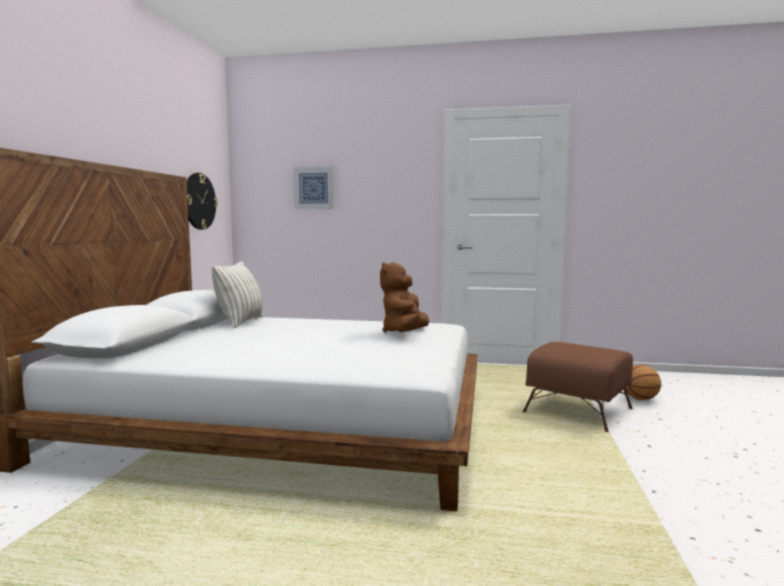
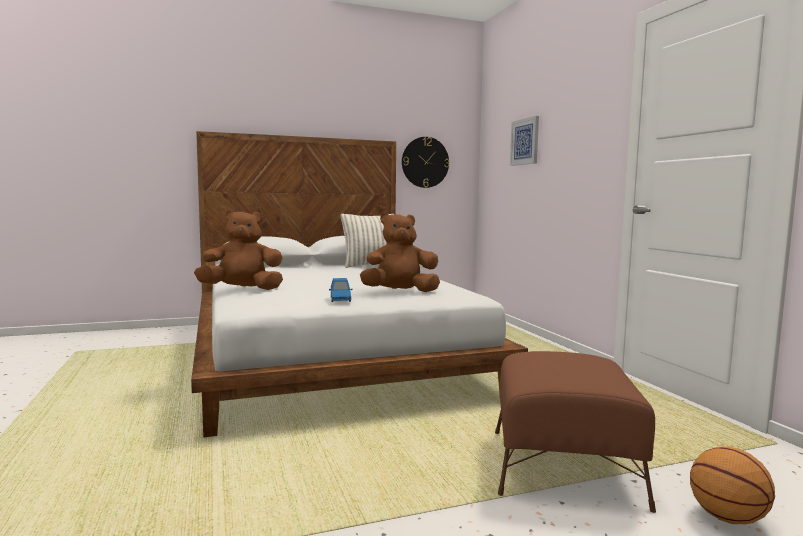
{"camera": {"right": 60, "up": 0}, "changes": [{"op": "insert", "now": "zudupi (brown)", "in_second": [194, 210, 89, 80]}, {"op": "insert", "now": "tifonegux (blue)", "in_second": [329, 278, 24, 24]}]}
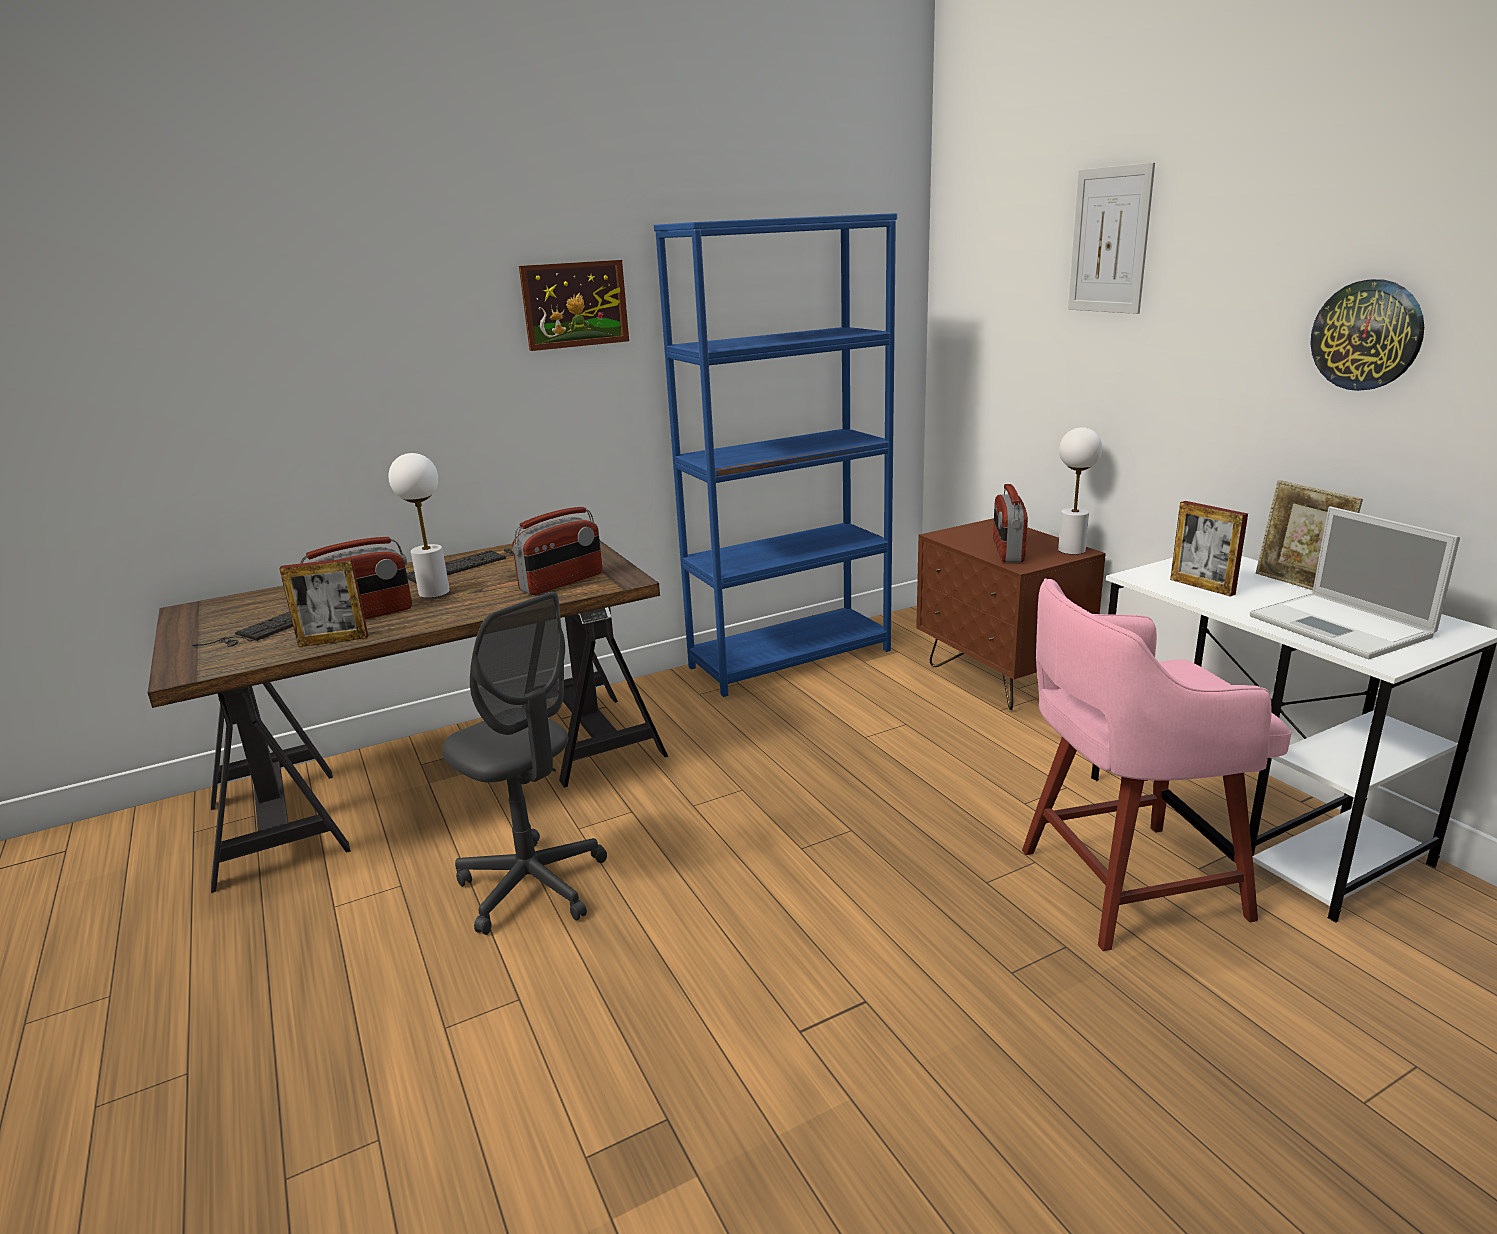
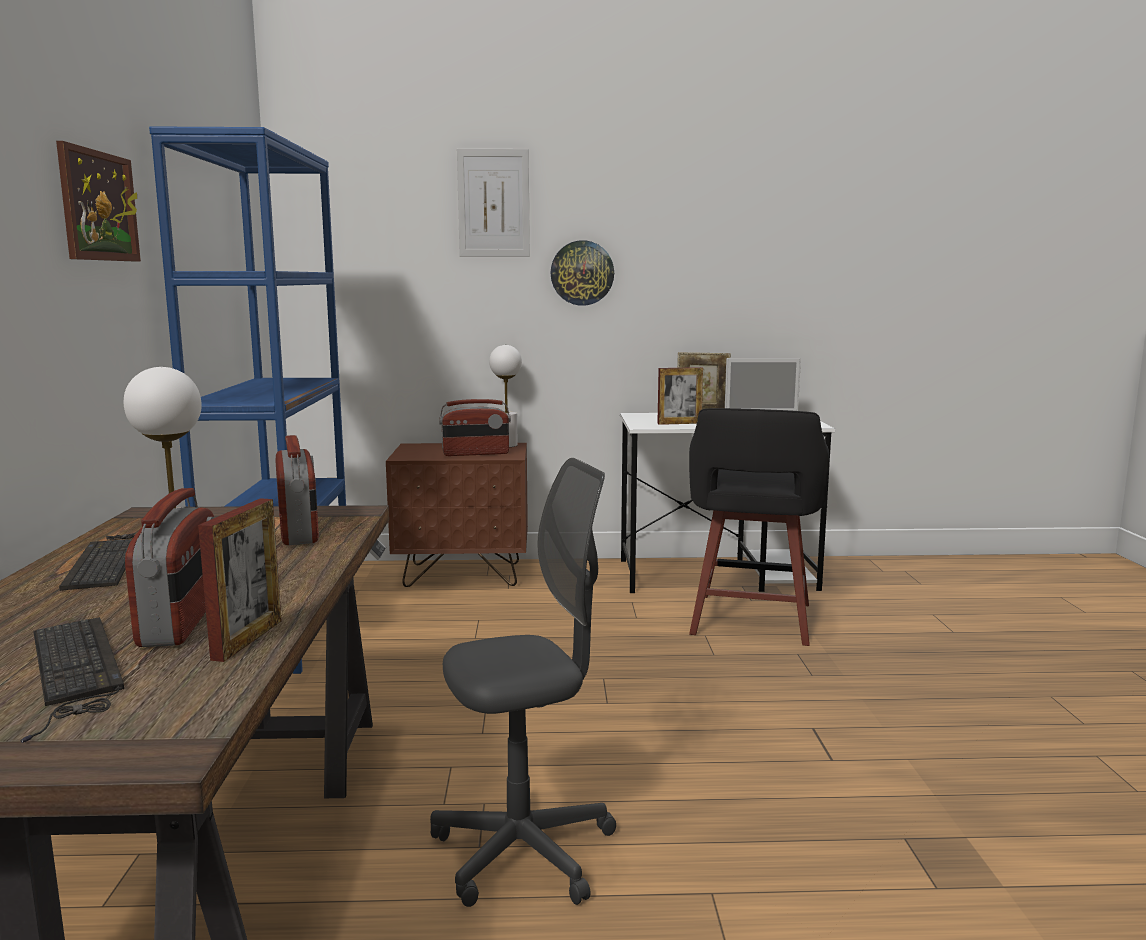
{"camera": {"right": -65, "up": -10}, "changes": [{"op": "rotate", "was": "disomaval", "in_first": [993, 484, 35, 79], "in_second": [439, 399, 72, 57], "clockwise": -45}, {"op": "move", "was": "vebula", "in_first": [1310, 279, 114, 112], "in_second": [551, 240, 63, 66]}, {"op": "recolor", "was": "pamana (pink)", "now": "pamana (black)", "in_first": [1022, 578, 270, 373], "in_second": [689, 408, 141, 238]}]}
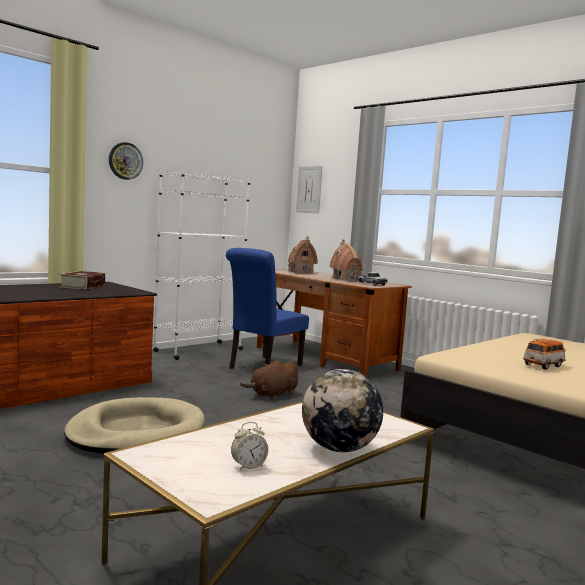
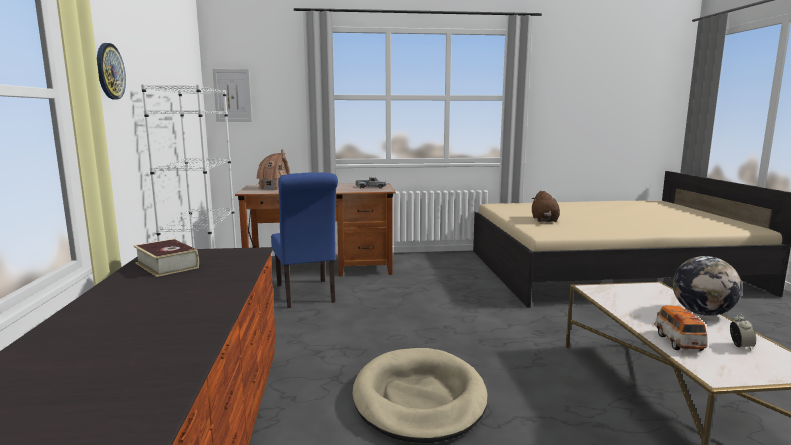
{"camera": {"right": -50, "up": 5}, "changes": [{"op": "move", "was": "zudupi (brown)", "in_first": [240, 360, 58, 40], "in_second": [532, 191, 28, 31]}, {"op": "move", "was": "tifonegux", "in_first": [523, 339, 43, 31], "in_second": [654, 306, 54, 45]}, {"op": "delete", "was": "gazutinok", "in_first": [329, 239, 34, 42]}]}
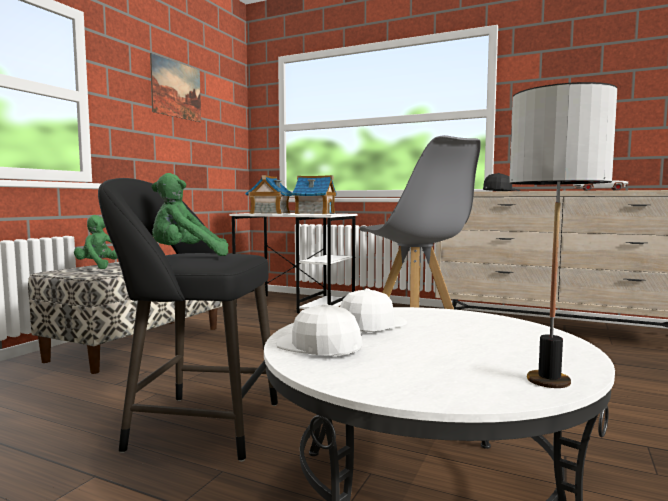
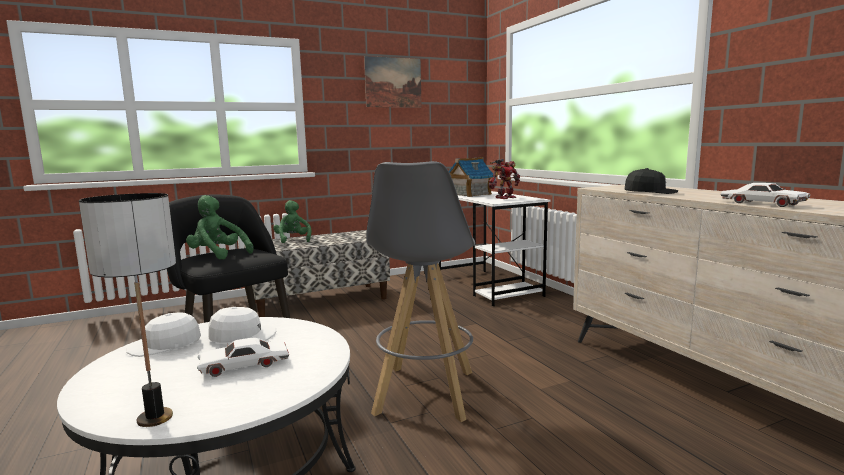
{"camera": {"right": 40, "up": 5}, "changes": [{"op": "rotate", "was": "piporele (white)", "in_first": [276, 304, 87, 52], "in_second": [126, 313, 75, 44], "clockwise": -105}, {"op": "insert", "now": "tifonegux (white)", "in_second": [197, 338, 92, 39]}, {"op": "replace", "was": "gazutinok", "now": "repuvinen", "in_first": [292, 175, 45, 39], "in_second": [489, 159, 31, 40]}]}
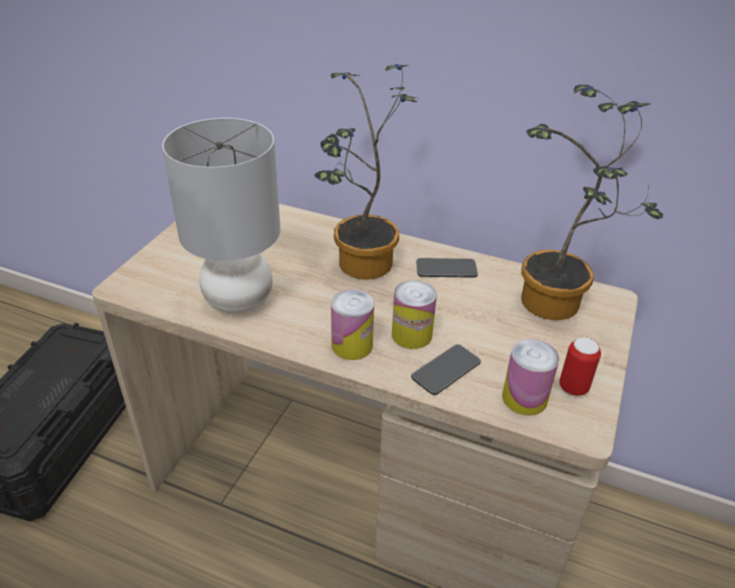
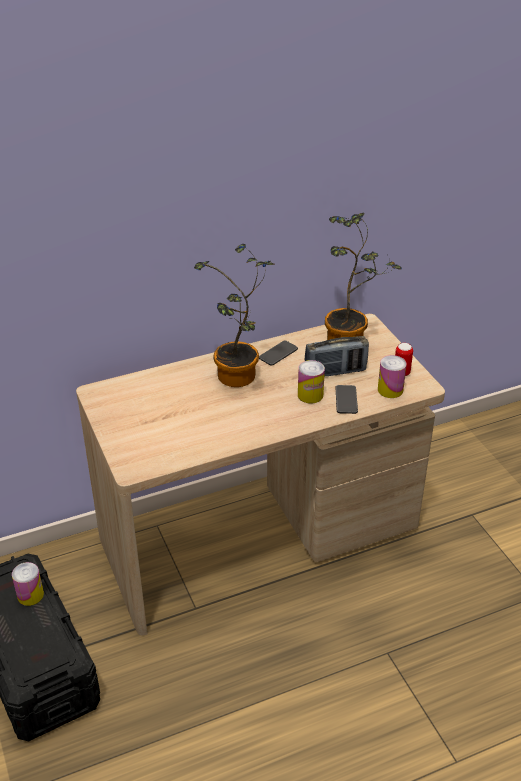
{"camera": {"right": -45, "up": 0}, "changes": [{"op": "move", "was": "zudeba", "in_first": [331, 289, 43, 71], "in_second": [12, 562, 32, 44]}, {"op": "insert", "now": "disomaval", "in_second": [305, 336, 64, 40]}, {"op": "delete", "was": "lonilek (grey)", "in_first": [162, 118, 118, 195]}]}
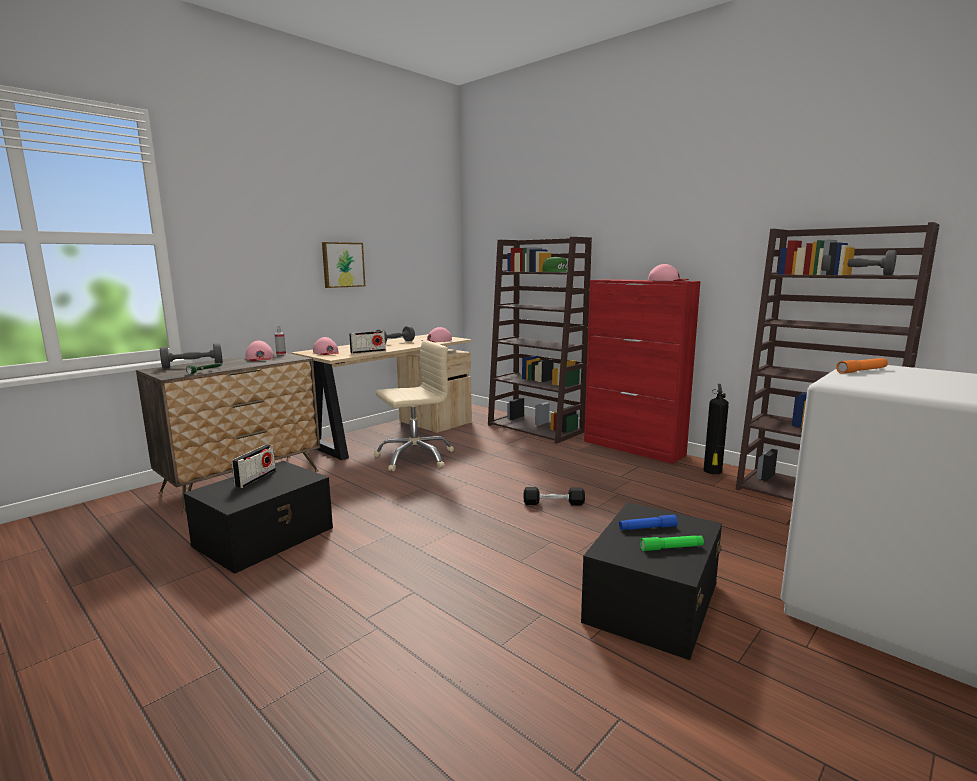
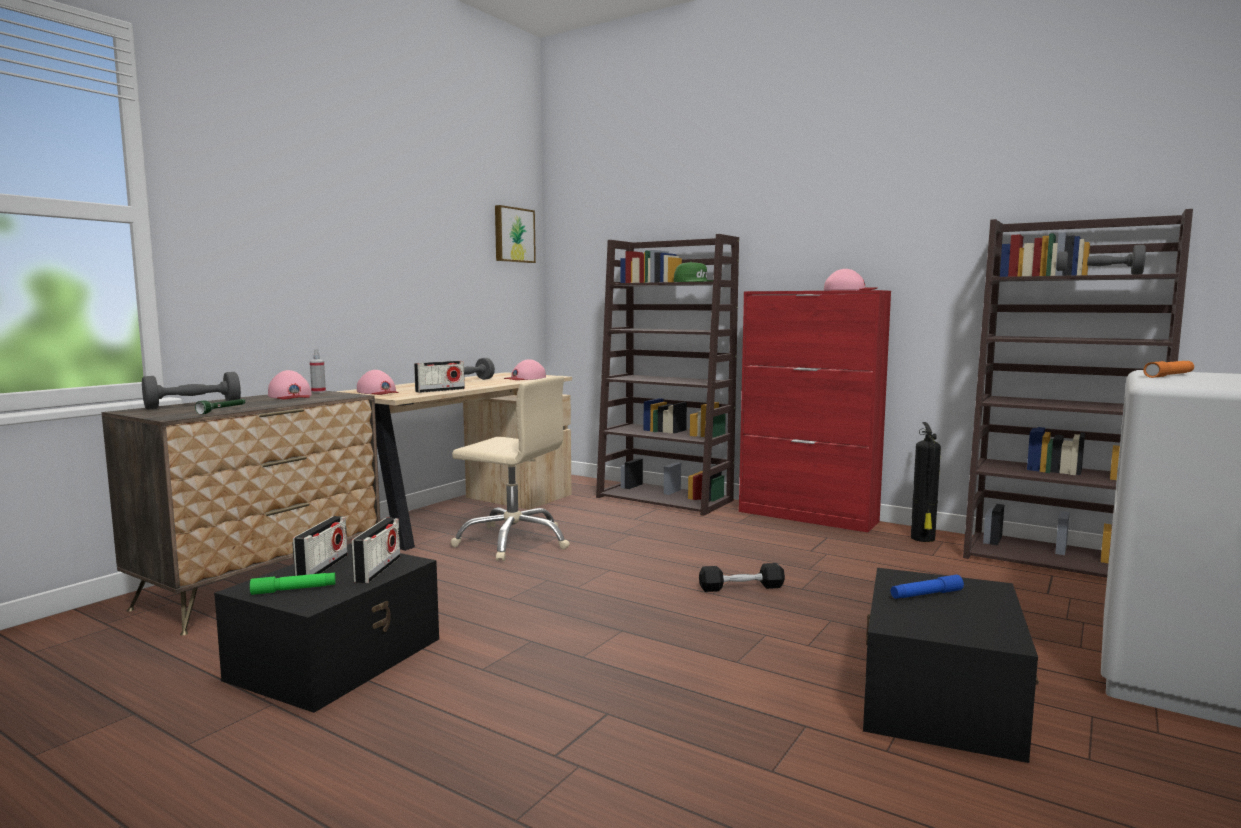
{"camera": {"right": -10, "up": -5}, "changes": [{"op": "move", "was": "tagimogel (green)", "in_first": [640, 536, 64, 15], "in_second": [250, 573, 86, 22]}, {"op": "insert", "now": "disomaval", "in_second": [351, 518, 49, 66]}, {"op": "rotate", "was": "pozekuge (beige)", "in_first": [374, 340, 80, 131], "in_second": [451, 376, 119, 185], "clockwise": 60}, {"op": "move", "was": "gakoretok", "in_first": [322, 242, 43, 46], "in_second": [495, 205, 41, 58]}]}
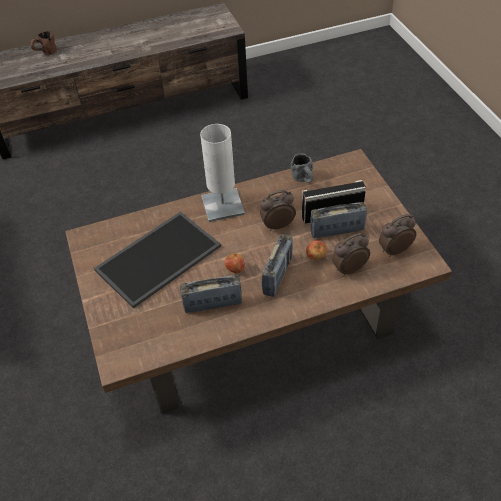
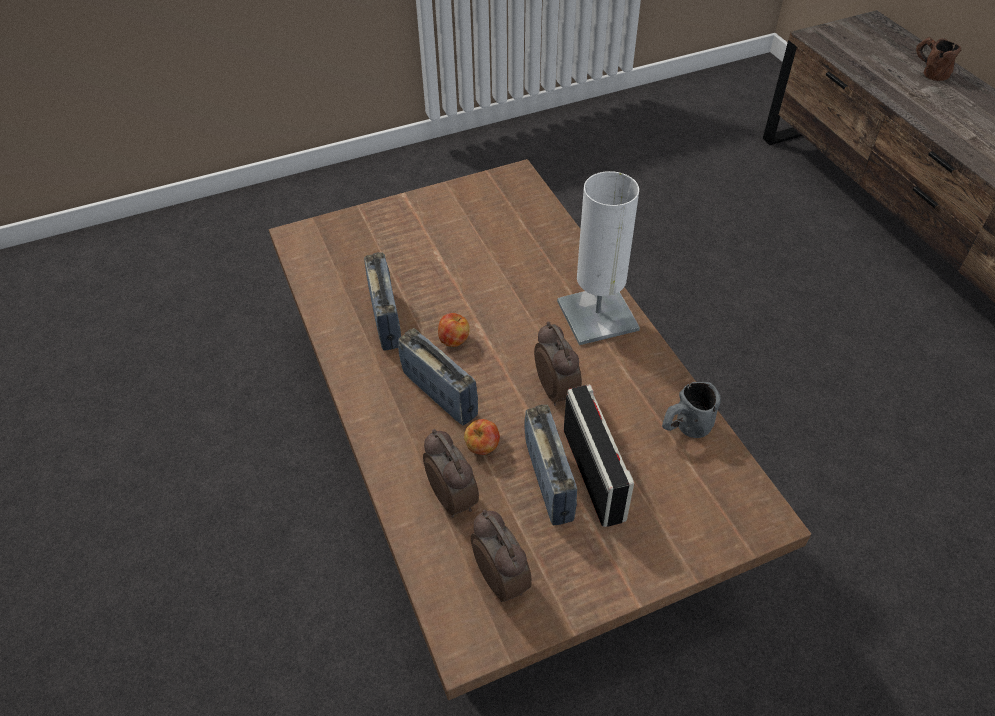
{"camera": {"right": 85, "up": 0}, "changes": [{"op": "rotate", "was": "disomaval", "in_first": [262, 234, 31, 63], "in_second": [398, 328, 80, 97], "clockwise": -150}, {"op": "delete", "was": "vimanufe", "in_first": [94, 212, 127, 97]}]}
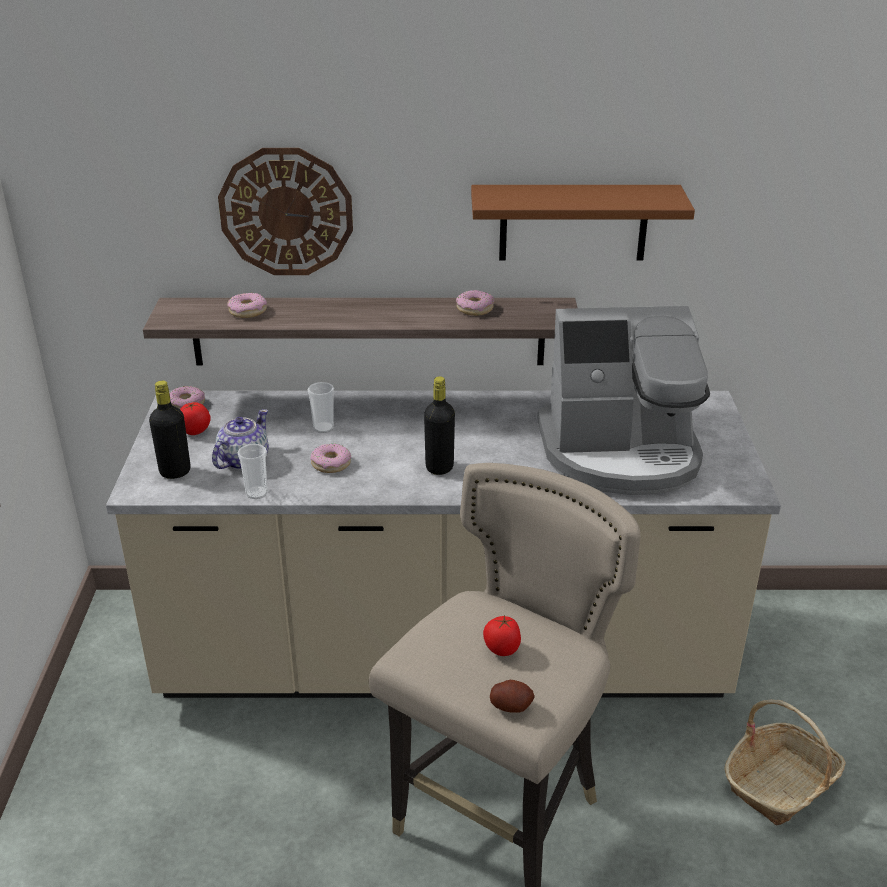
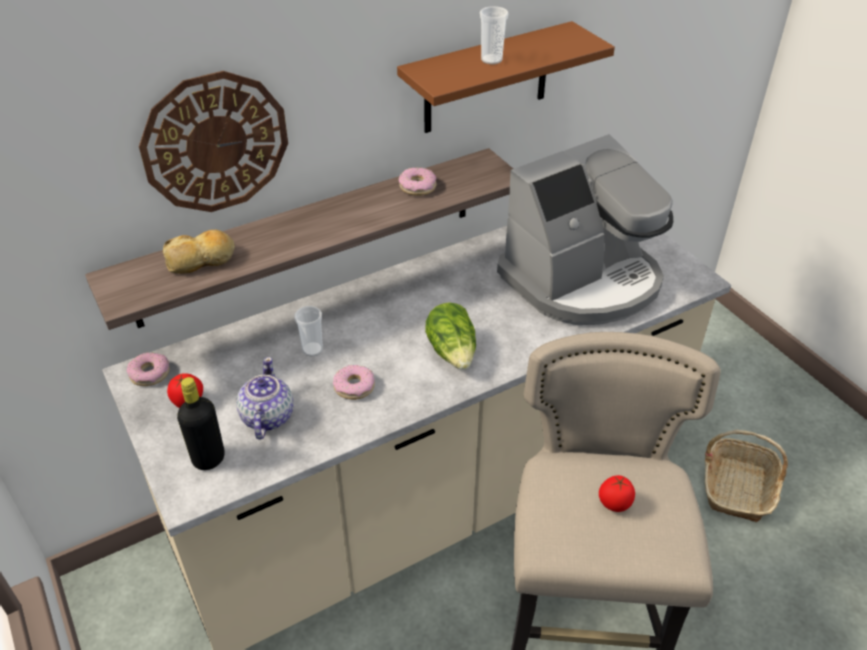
{"camera": {"right": -30, "up": 10}, "changes": [{"op": "replace", "was": "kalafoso", "now": "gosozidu", "in_first": [227, 293, 40, 25], "in_second": [163, 230, 72, 44]}, {"op": "replace", "was": "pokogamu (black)", "now": "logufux", "in_first": [424, 376, 31, 99], "in_second": [425, 302, 51, 68]}, {"op": "move", "was": "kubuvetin", "in_first": [238, 444, 30, 55], "in_second": [480, 6, 28, 58]}, {"op": "delete", "was": "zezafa", "in_first": [490, 680, 45, 33]}]}
